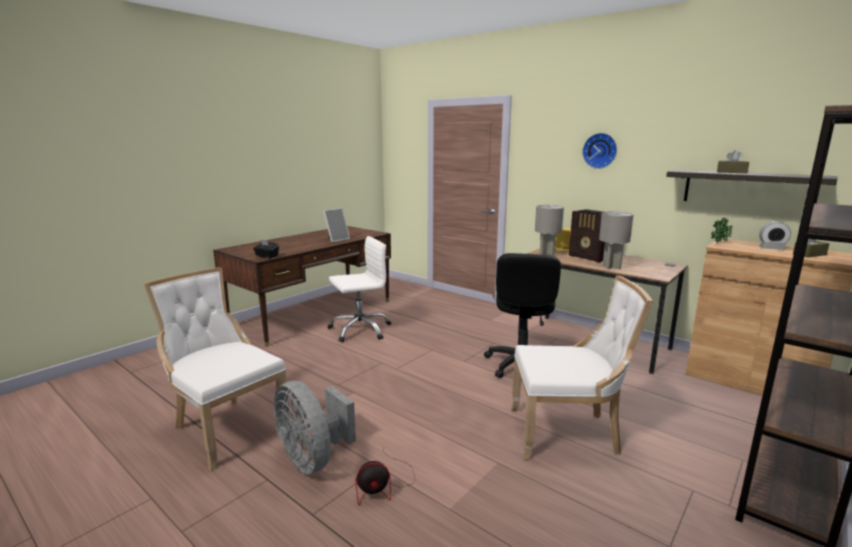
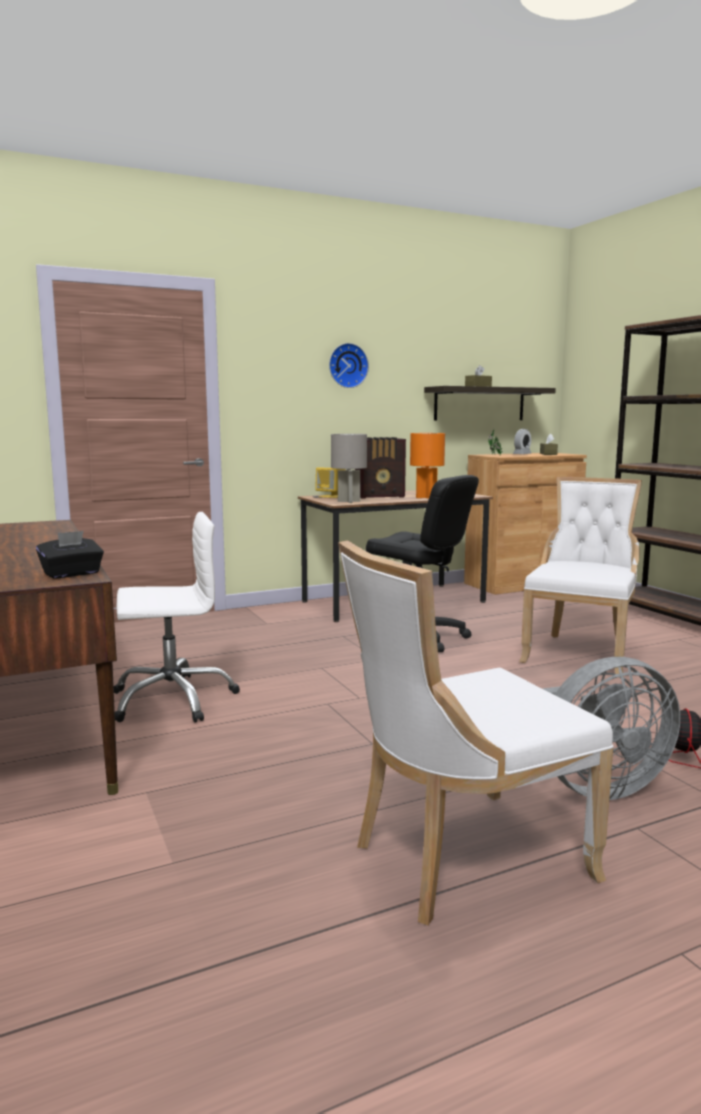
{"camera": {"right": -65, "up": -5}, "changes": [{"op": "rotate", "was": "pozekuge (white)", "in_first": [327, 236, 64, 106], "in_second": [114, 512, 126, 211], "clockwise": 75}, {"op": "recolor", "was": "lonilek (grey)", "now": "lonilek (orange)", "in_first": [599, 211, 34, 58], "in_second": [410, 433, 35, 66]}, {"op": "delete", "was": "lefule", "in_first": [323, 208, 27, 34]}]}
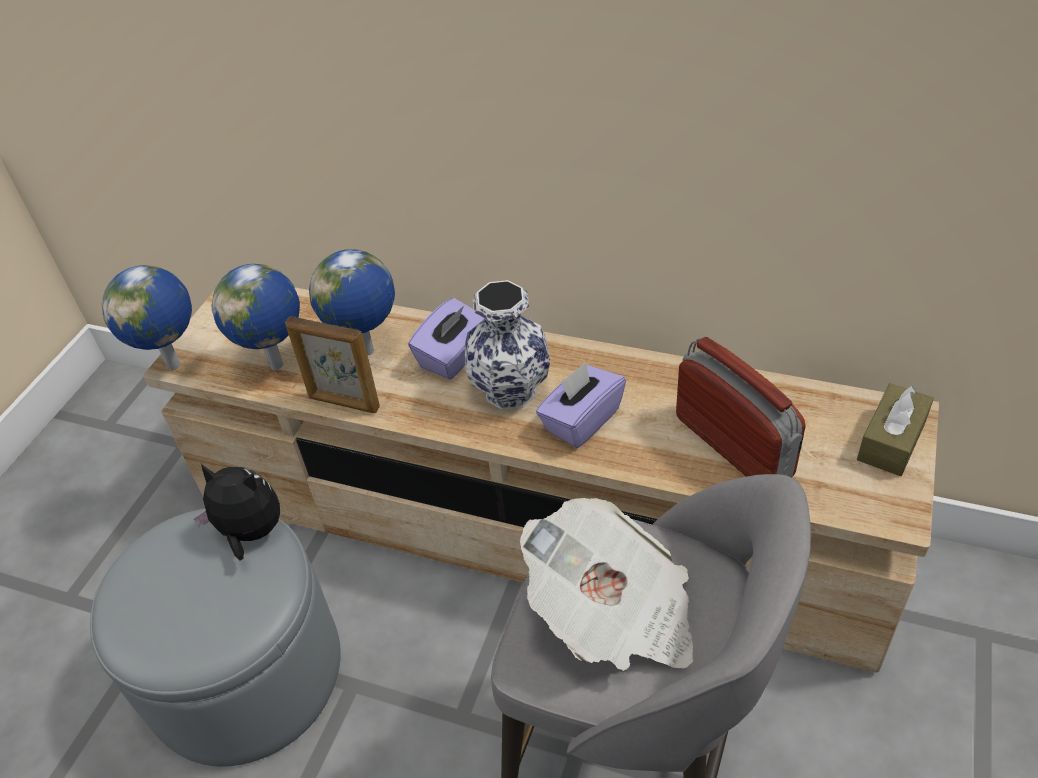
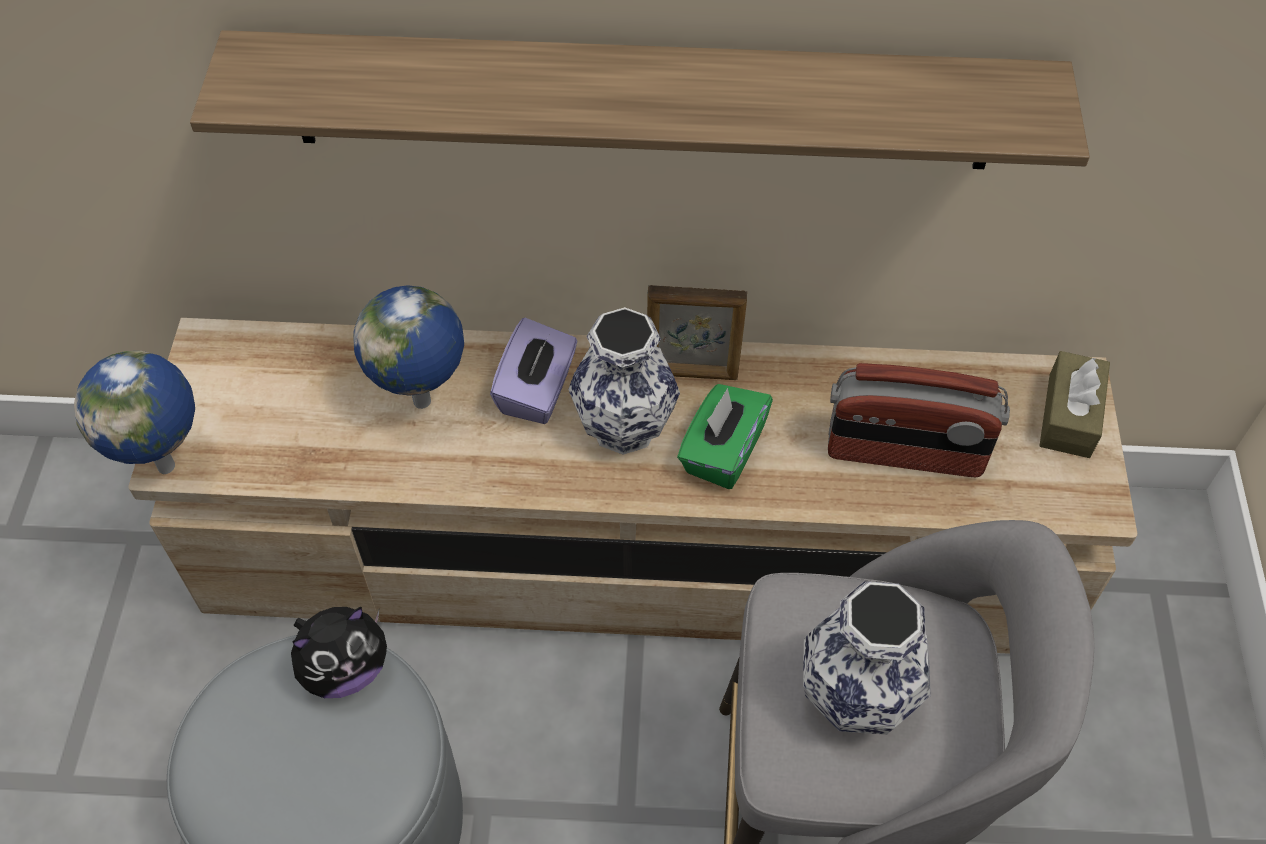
{"camera": {"right": -20, "up": 10}, "changes": [{"op": "insert", "now": "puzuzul", "in_second": [190, 30, 900, 139]}, {"op": "rotate", "was": "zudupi", "in_first": [194, 464, 86, 97], "in_second": [291, 607, 96, 91], "clockwise": 150}, {"op": "move", "was": "lefule", "in_first": [285, 316, 95, 97], "in_second": [647, 285, 100, 95]}, {"op": "recolor", "was": "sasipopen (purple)", "now": "sasipopen (green)", "in_first": [536, 362, 90, 86], "in_second": [677, 384, 96, 105]}, {"op": "replace", "was": "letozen", "now": "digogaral", "in_first": [520, 498, 173, 173], "in_second": [803, 581, 128, 154]}, {"op": "rotate", "was": "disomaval", "in_first": [676, 337, 130, 141], "in_second": [828, 363, 182, 114], "clockwise": 150}, {"op": "delete", "was": "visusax", "in_first": [211, 264, 89, 106]}]}
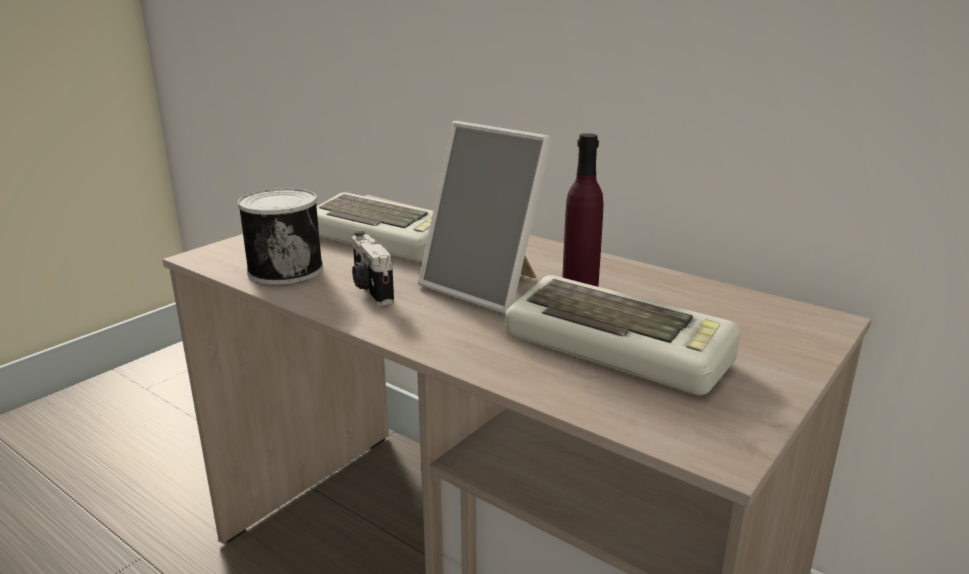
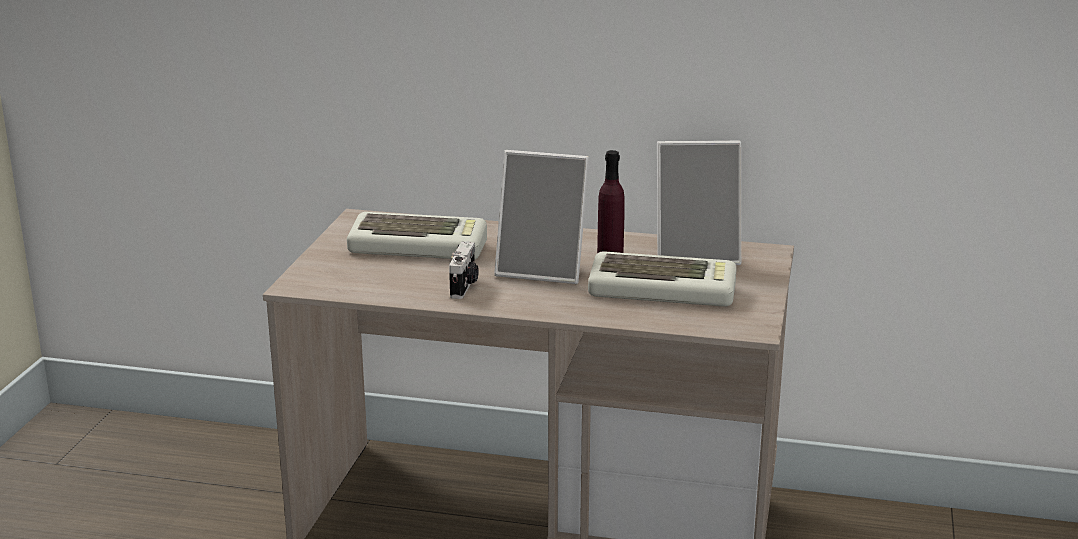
{"camera": {"right": -25, "up": 0}, "changes": [{"op": "rotate", "was": "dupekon", "in_first": [352, 231, 42, 75], "in_second": [449, 241, 30, 58], "clockwise": -120}, {"op": "insert", "now": "lefule", "in_second": [657, 141, 84, 124]}, {"op": "delete", "was": "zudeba", "in_first": [238, 188, 85, 97]}]}
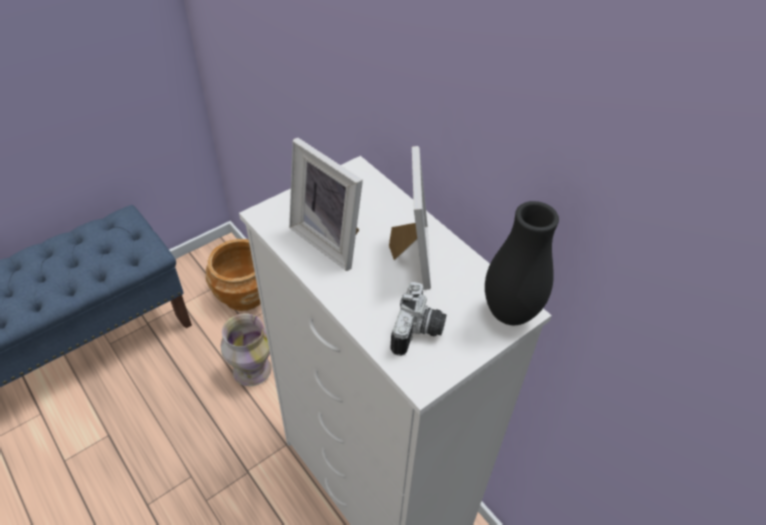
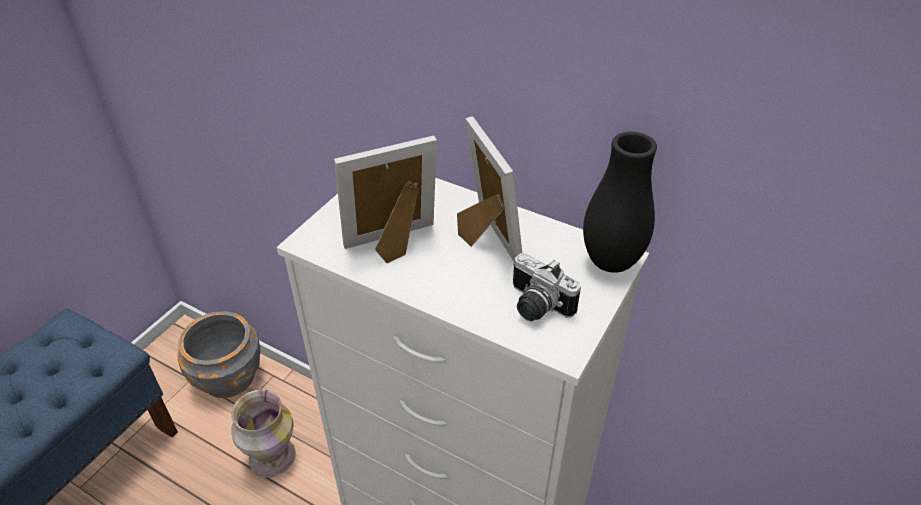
{"camera": {"right": -20, "up": -5}, "changes": [{"op": "recolor", "was": "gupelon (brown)", "now": "gupelon (grey)", "in_first": [206, 239, 54, 72], "in_second": [178, 311, 83, 87]}, {"op": "rotate", "was": "lefule", "in_first": [289, 138, 74, 133], "in_second": [334, 136, 103, 127], "clockwise": 135}, {"op": "rotate", "was": "dupekon", "in_first": [390, 282, 56, 74], "in_second": [513, 253, 68, 68], "clockwise": 135}]}
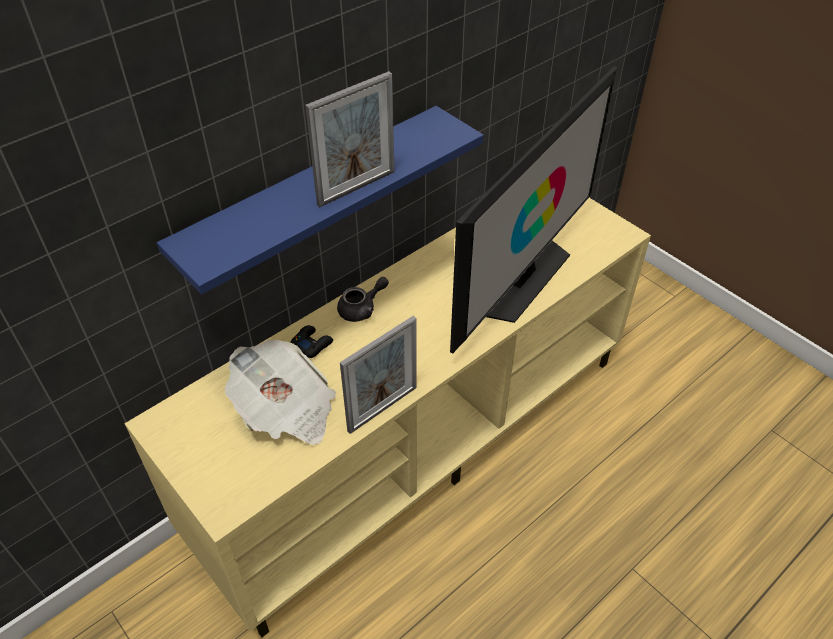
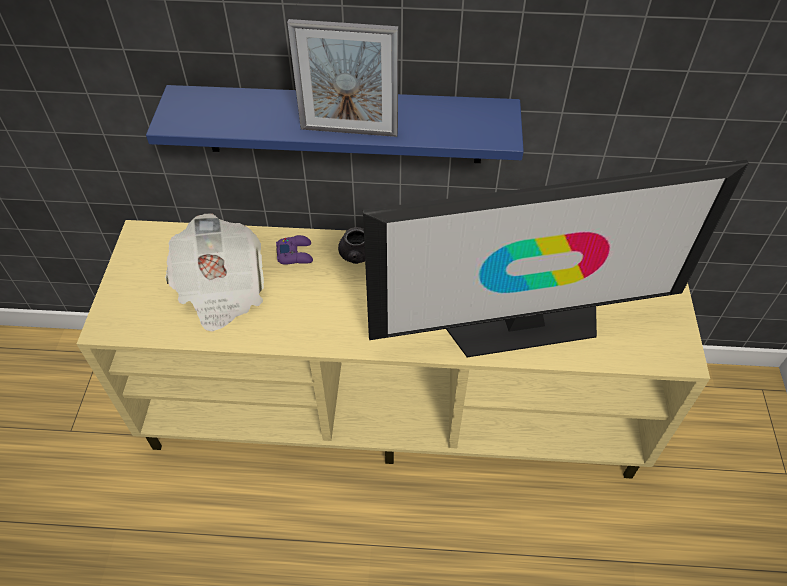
{"camera": {"right": 45, "up": 5}, "changes": [{"op": "recolor", "was": "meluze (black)", "now": "meluze (purple)", "in_first": [290, 325, 43, 33], "in_second": [276, 235, 37, 30]}, {"op": "delete", "was": "lefule", "in_first": [340, 316, 77, 118]}]}
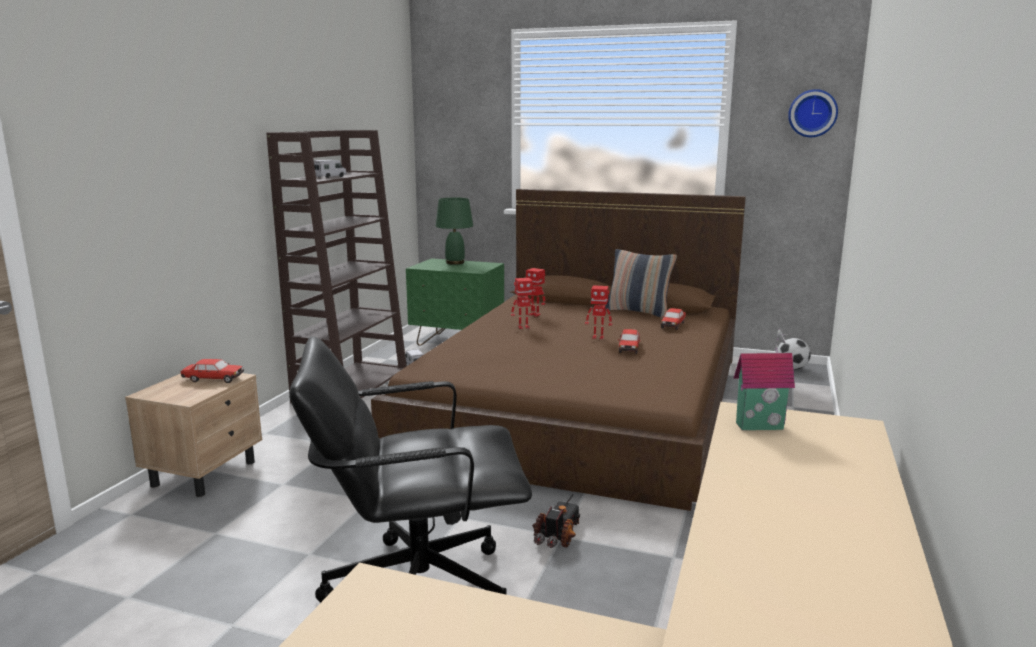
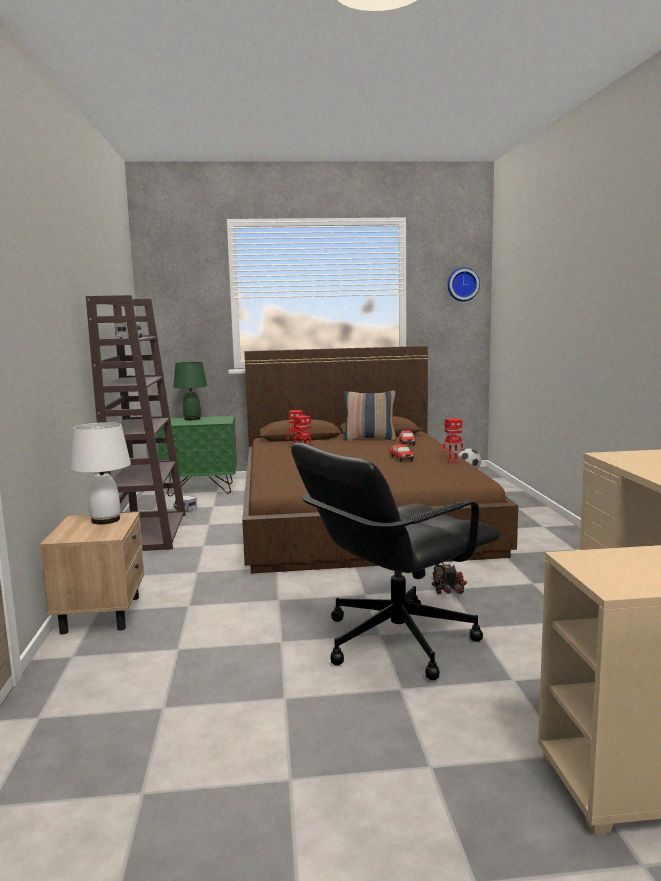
{"camera": {"right": -25, "up": -5}, "changes": [{"op": "replace", "was": "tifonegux", "now": "lonilek (white)", "in_first": [180, 359, 64, 24], "in_second": [70, 422, 61, 102]}, {"op": "move", "was": "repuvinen", "in_first": [585, 285, 27, 54], "in_second": [443, 418, 22, 46]}, {"op": "delete", "was": "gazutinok", "in_first": [734, 329, 61, 101]}]}
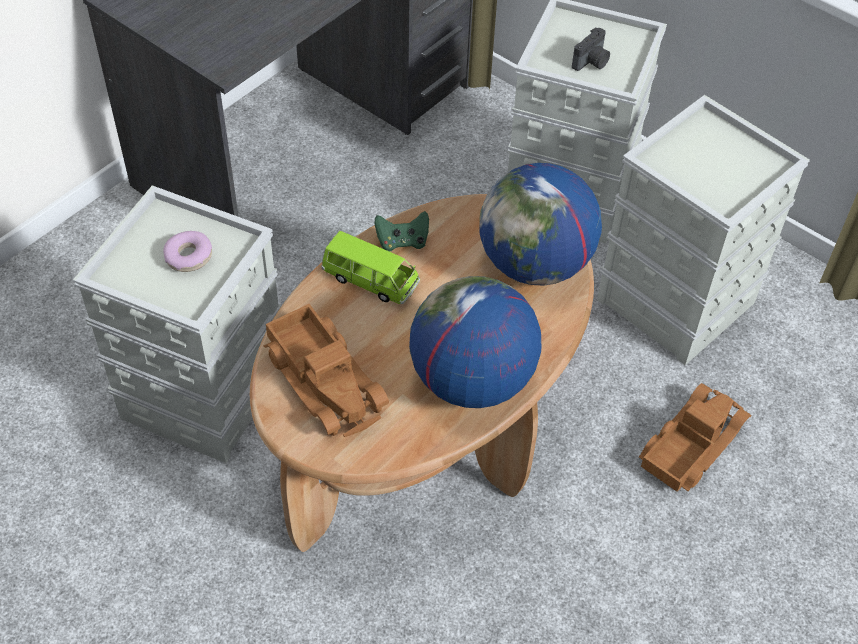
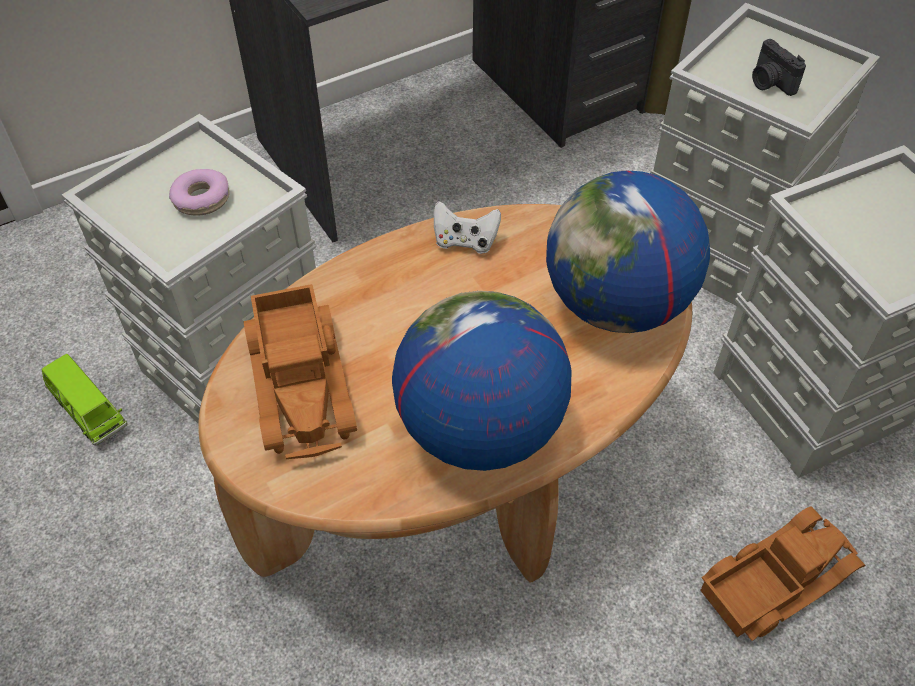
{"camera": {"right": 20, "up": 0}, "changes": [{"op": "move", "was": "tifonegux (green)", "in_first": [321, 231, 99, 73], "in_second": [42, 354, 86, 92]}, {"op": "recolor", "was": "meluze (green)", "now": "meluze (white)", "in_first": [374, 211, 55, 41], "in_second": [434, 201, 67, 53]}, {"op": "rotate", "was": "dupekon", "in_first": [572, 28, 38, 43], "in_second": [752, 39, 54, 57], "clockwise": 90}]}
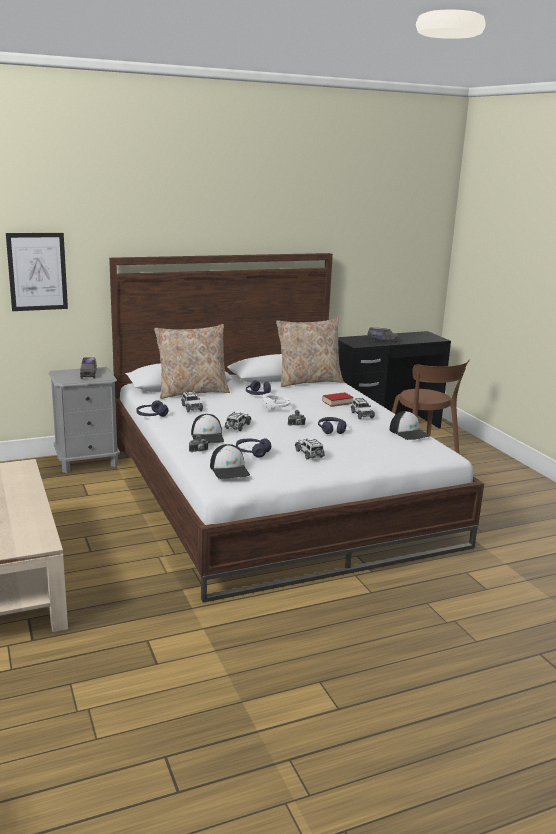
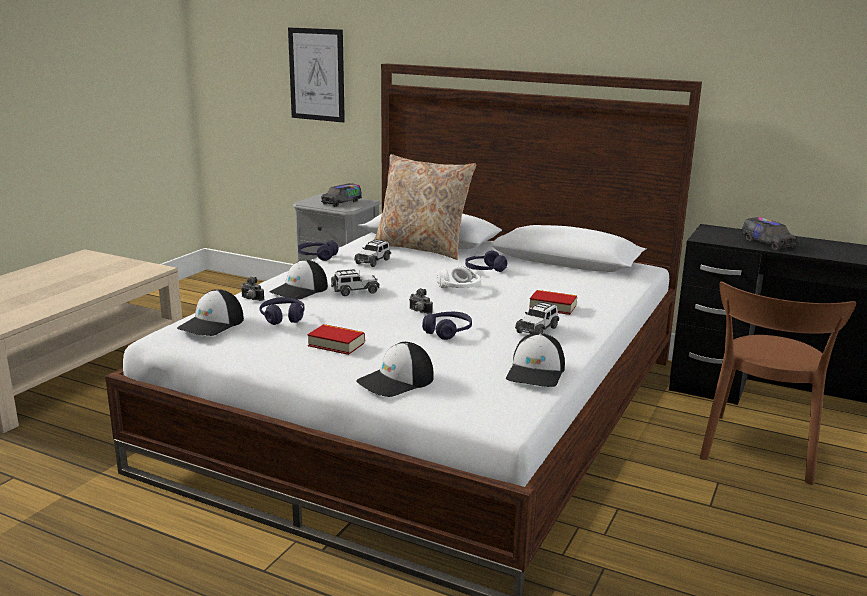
{"camera": {"right": 50, "up": 0}, "changes": [{"op": "replace", "was": "tifonegux", "now": "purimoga", "in_first": [295, 438, 30, 22], "in_second": [307, 324, 58, 31]}, {"op": "insert", "now": "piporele", "in_second": [356, 342, 78, 55]}, {"op": "delete", "was": "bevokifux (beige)", "in_first": [276, 318, 68, 69]}]}
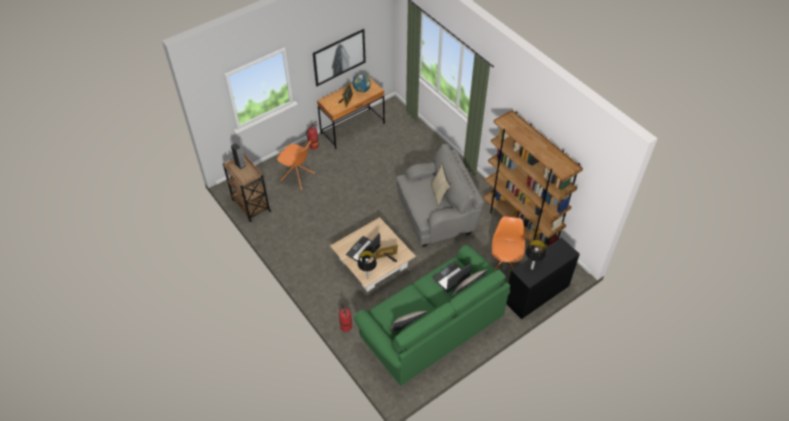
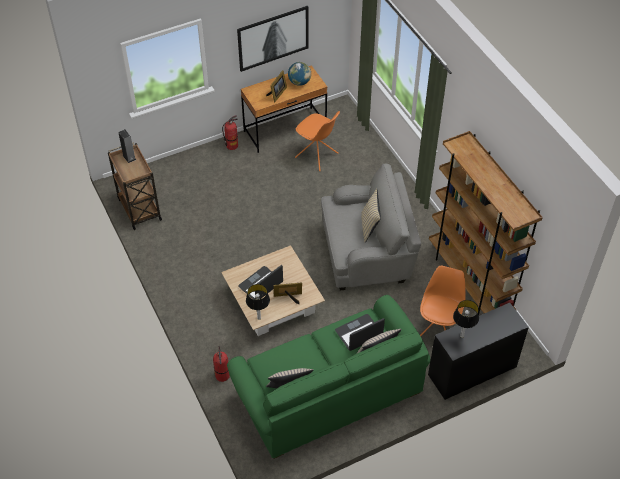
{"camera": {"right": 10, "up": 0}, "changes": [{"op": "move", "was": "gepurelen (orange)", "in_first": [277, 140, 38, 50], "in_second": [295, 111, 45, 60]}]}
